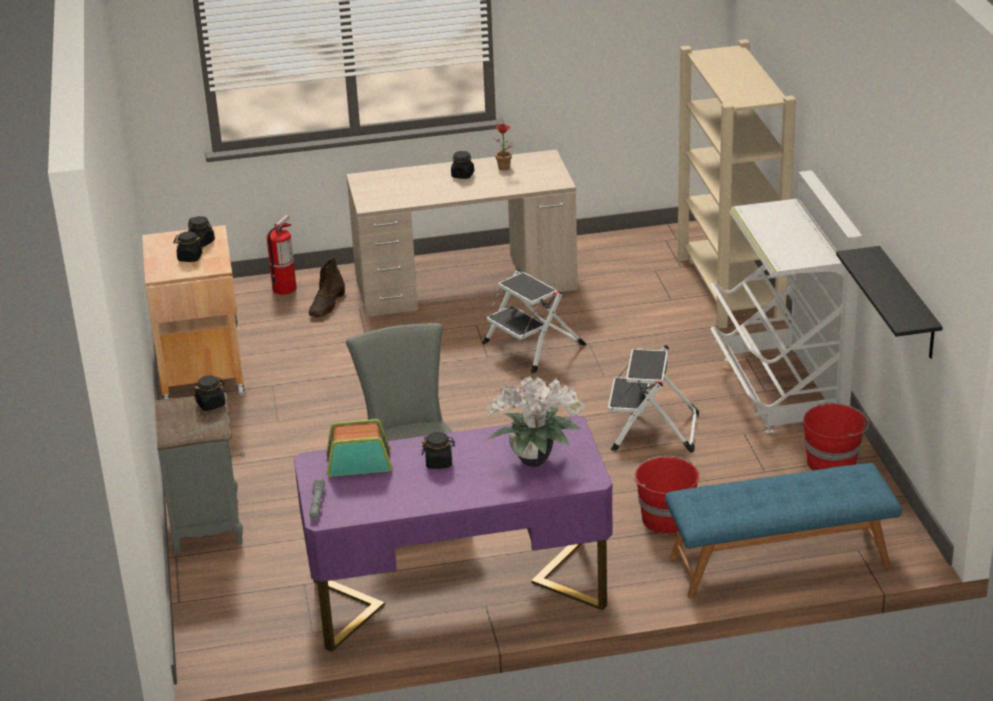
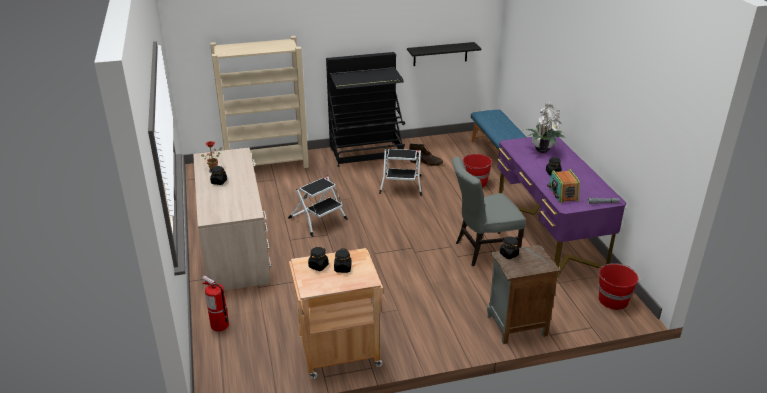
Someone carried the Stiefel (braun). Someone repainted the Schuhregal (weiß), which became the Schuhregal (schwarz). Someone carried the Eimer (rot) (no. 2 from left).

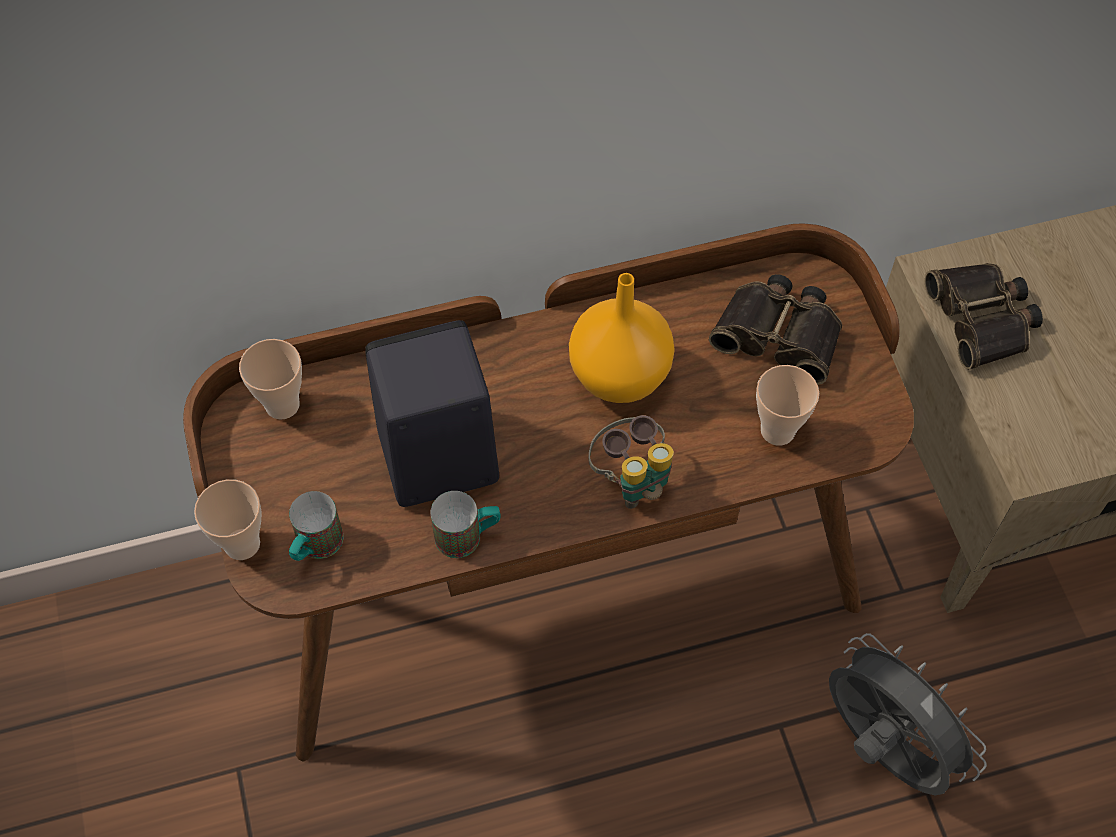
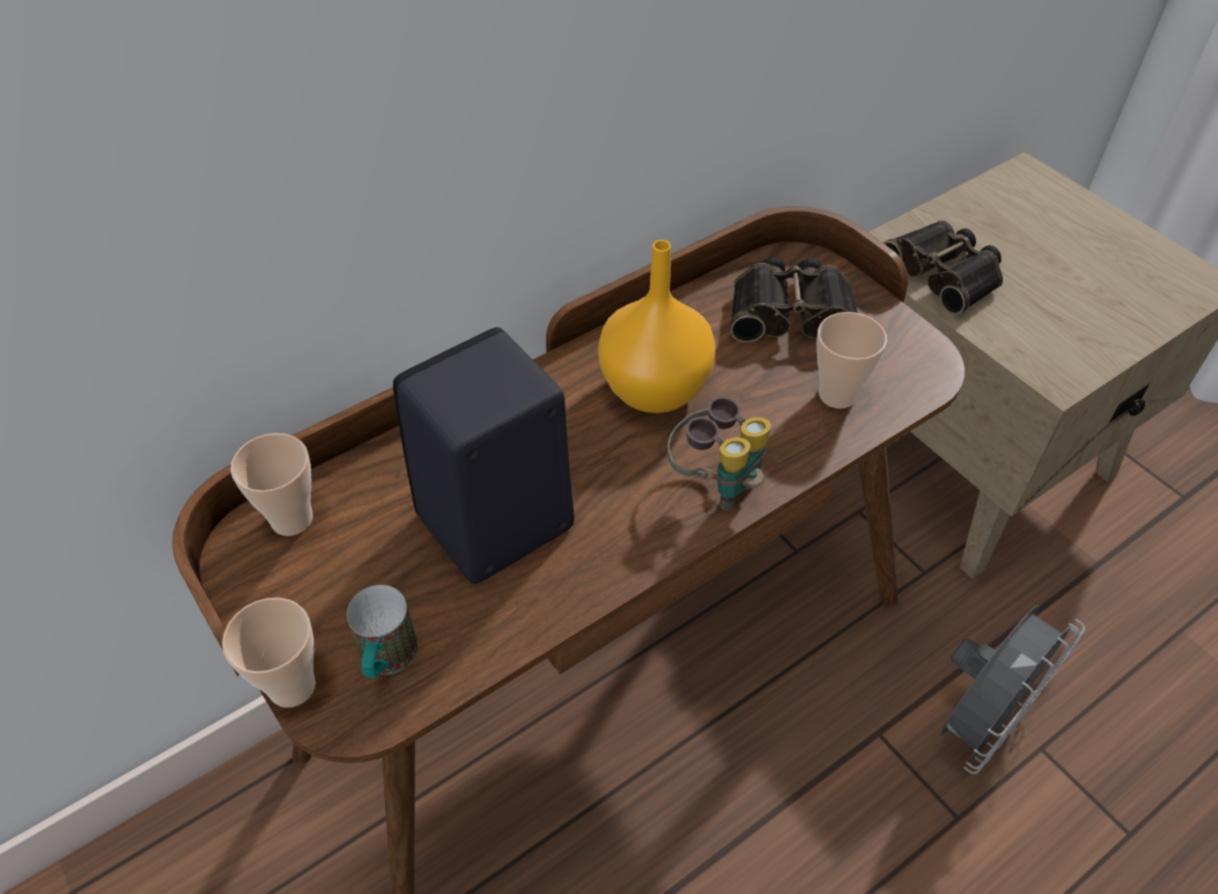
Someone took away the Henkelbecher (no. 2 from left). Someone rotated the Ventilator (grau) by 105 degrees clockwise.

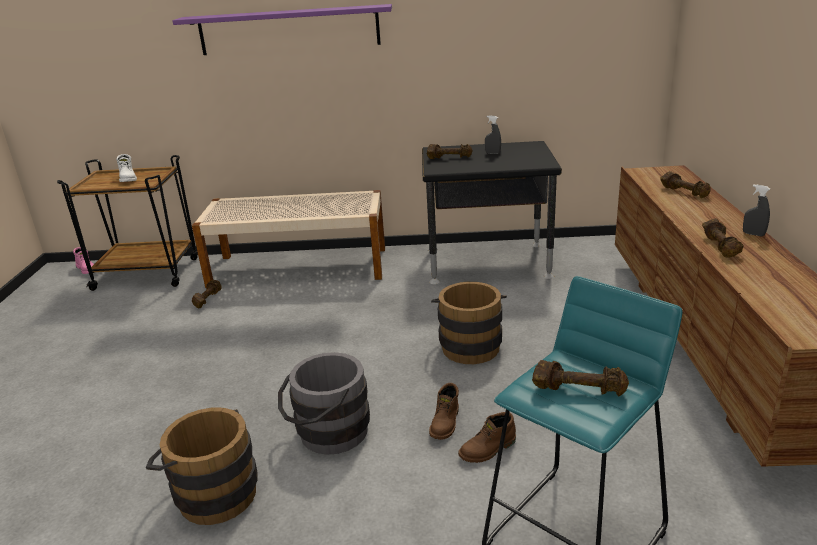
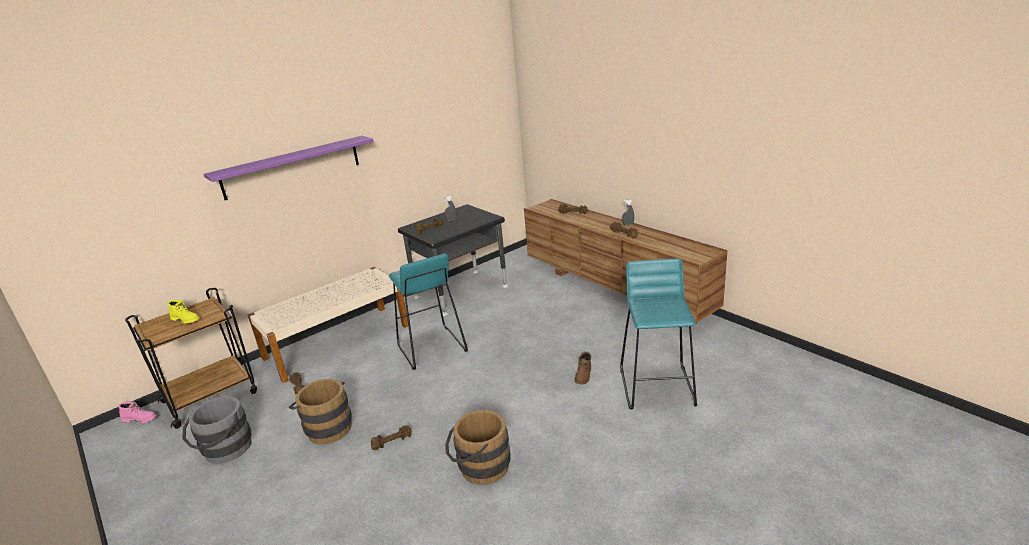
Someone repainted the Stiefel (weiß), which became the Stiefel (gelb). Someone carried the Eimer (grau). Someone took away the Stiefel (braun) (no. 1 from left). Someone carried the Eimer (braun) (no. 2 from left in the first image). Someone carried the Hantel (braun) (no. 3 from left in the first image). Someone put down the Hocker (türkis) (no. 1 from left).

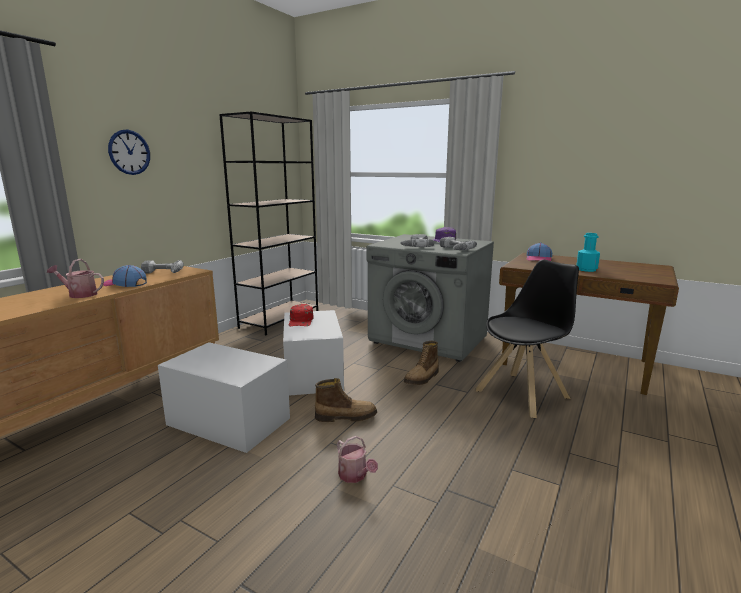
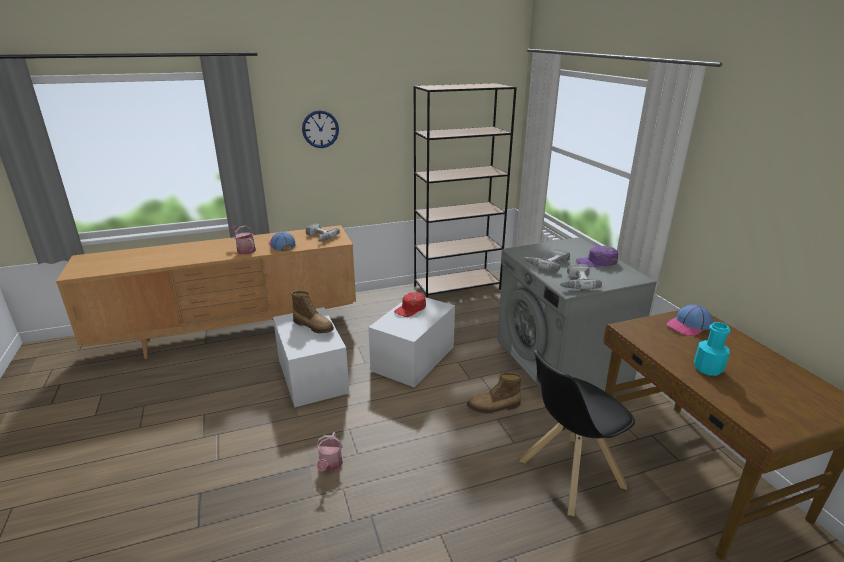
Someone carried the Stiefel (no. 1 from left). Someone rotated the Stuhl (schwarz) by 150 degrees clockwise.

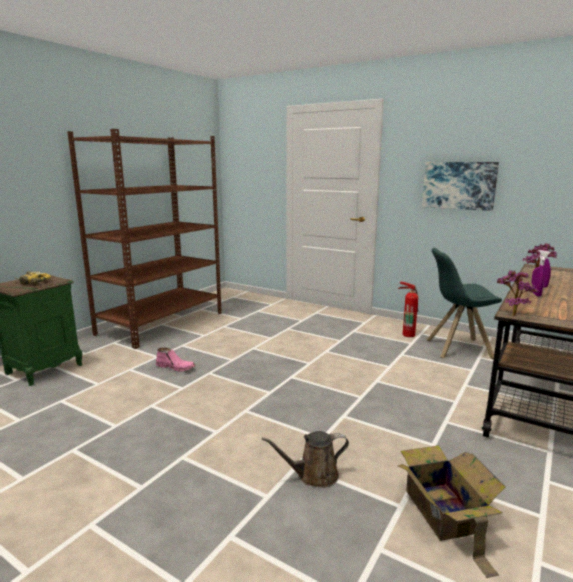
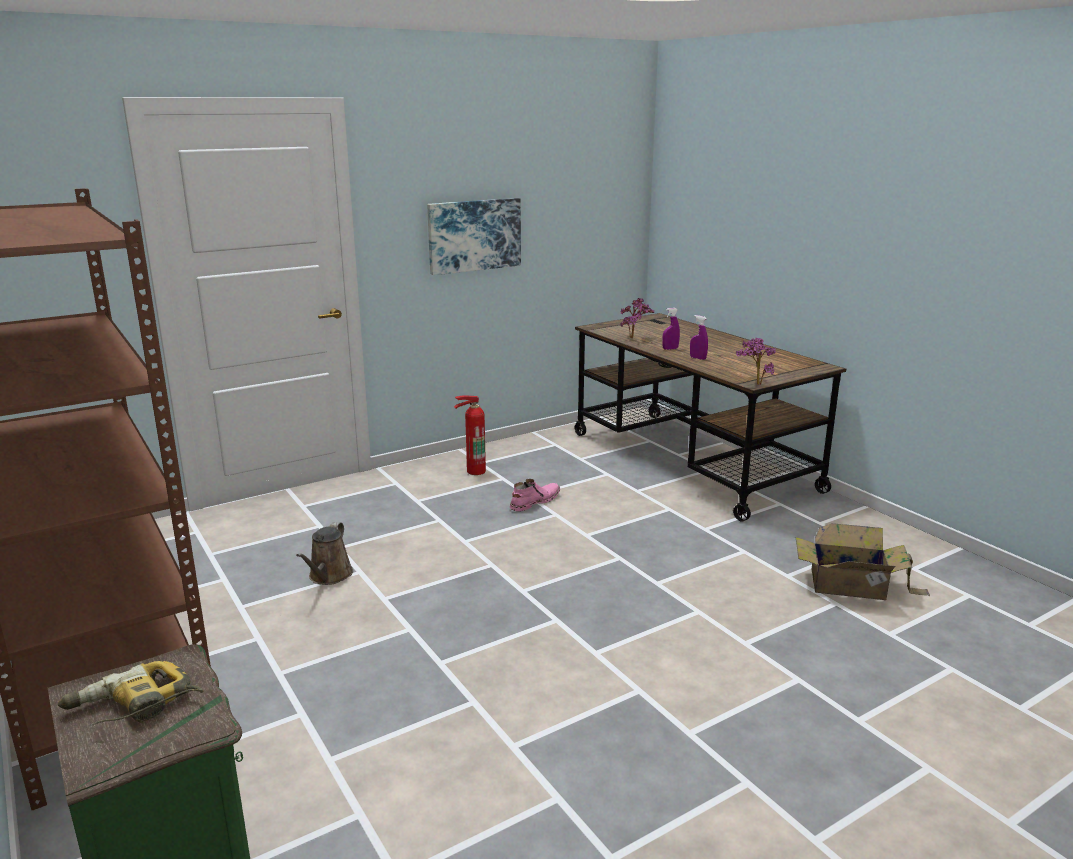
Someone carried the Stiefel (rosa). Someone carried the Gießkanne (braun). Someone took away the Stuhl (türkis).

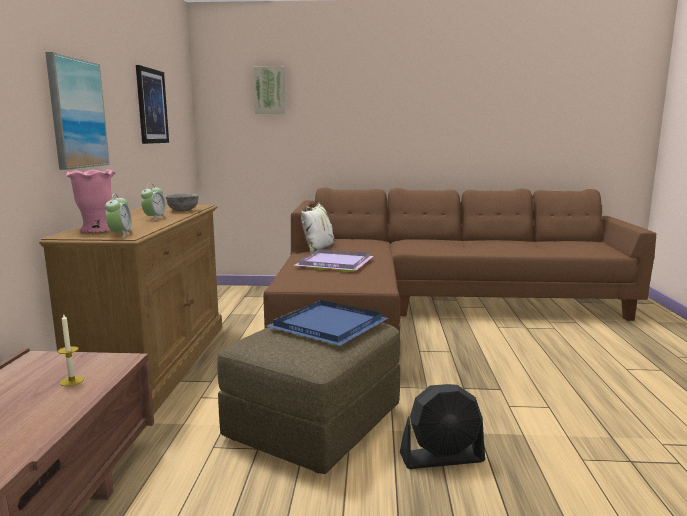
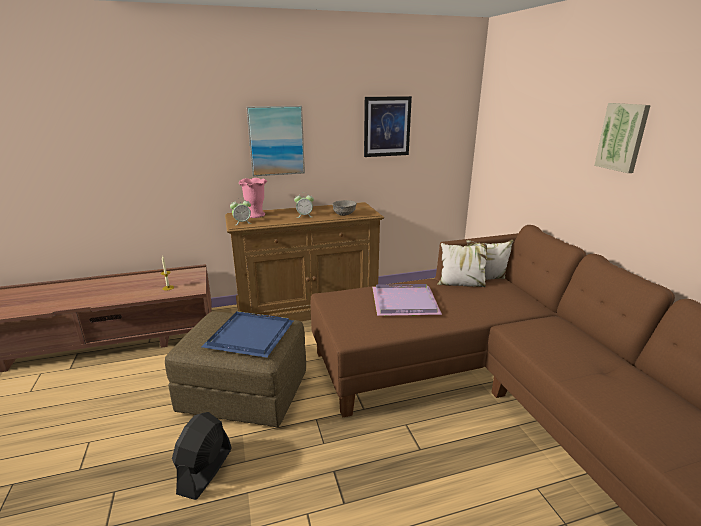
Someone carried the Bild (no. 3 from left). Someone rotated the Ventilator (schwarz) by 45 degrees clockwise.

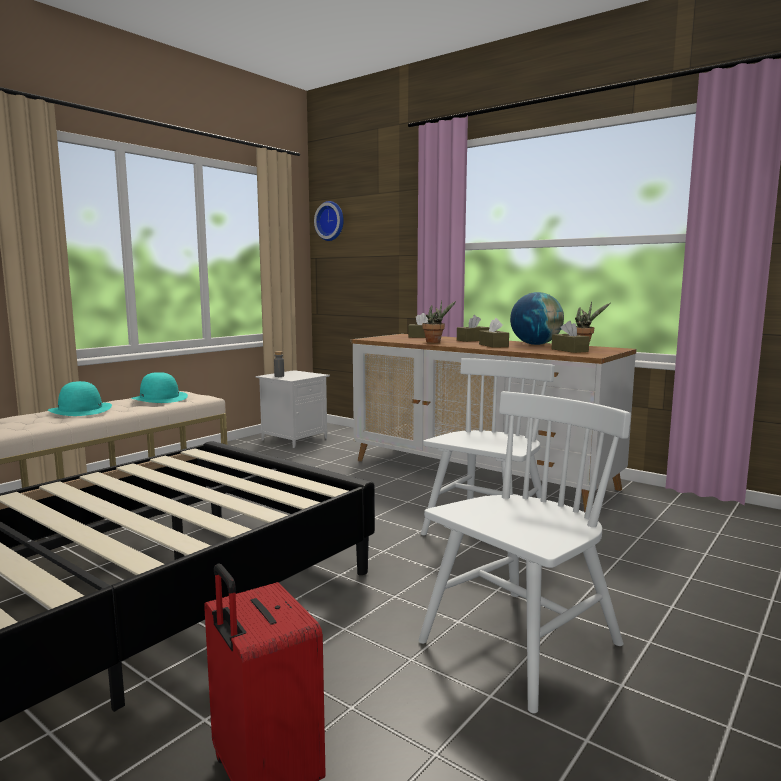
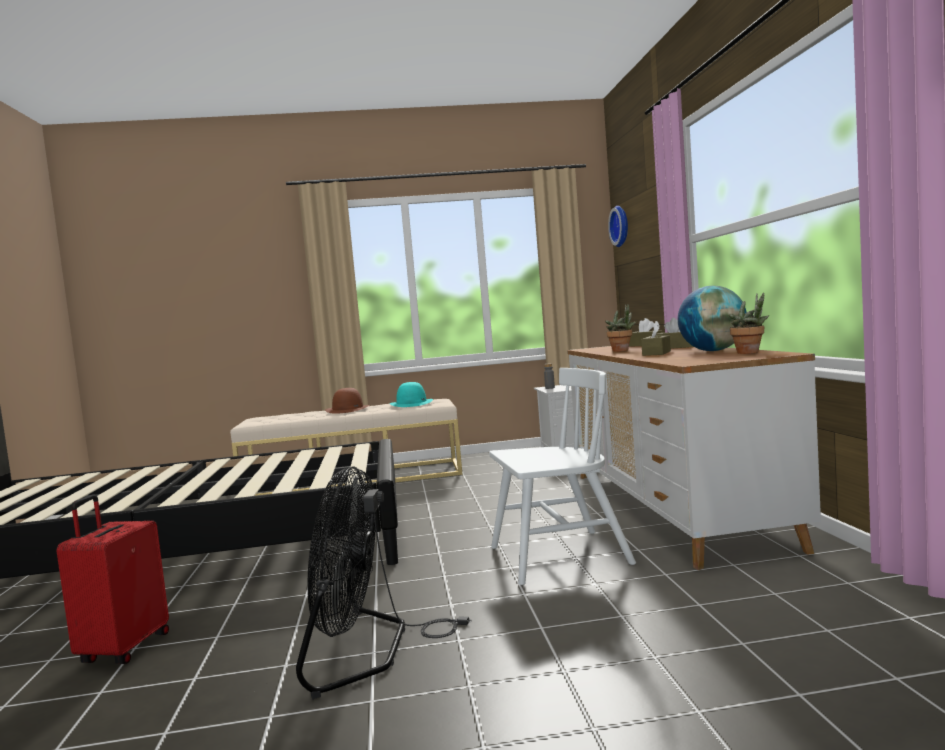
Someone repainted the Hut (türkis) (no. 1 from left), which became the Hut (braun). Someone swapped the Stuhl (weiß) (no. 2 from left) for the Ventilator (schwarz). Someone took away the Taschentuchbox (braun) (no. 4 from left).

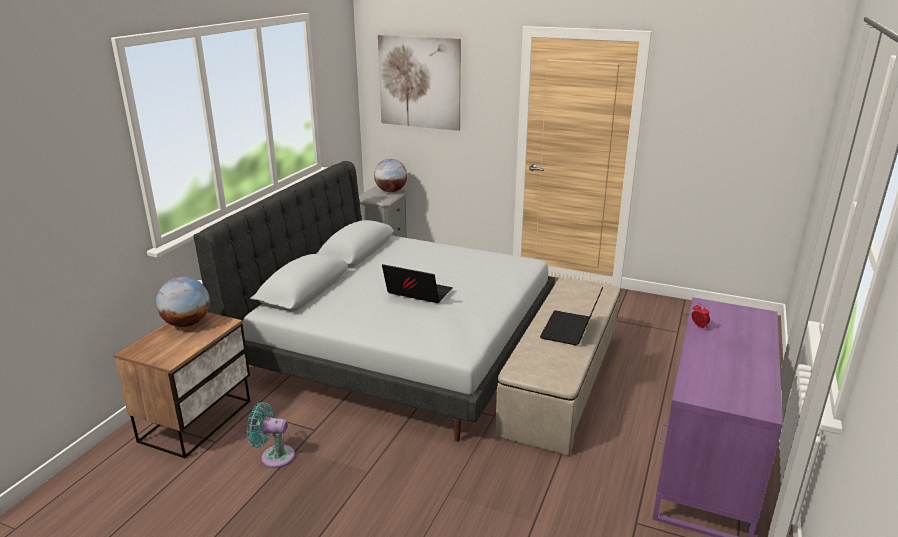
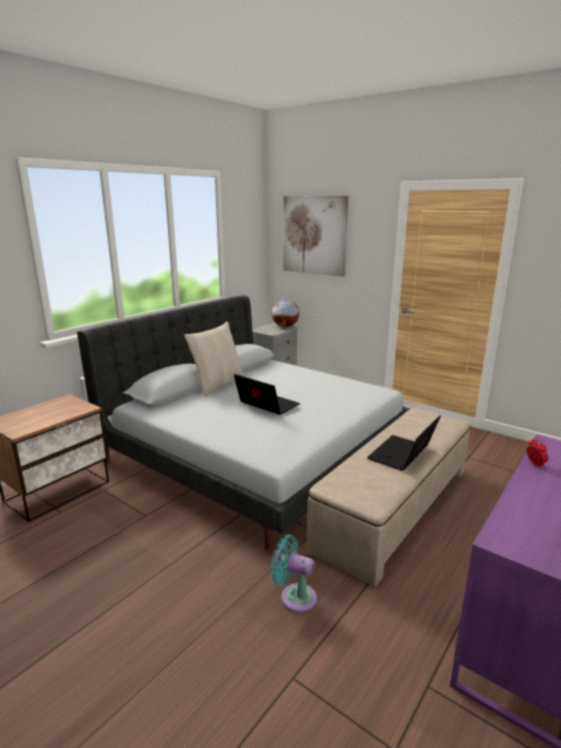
Someone took away the Globus (no. 1 from left). Someone carried the Ventilator (türkis). Someone put down the Kissen (beige).

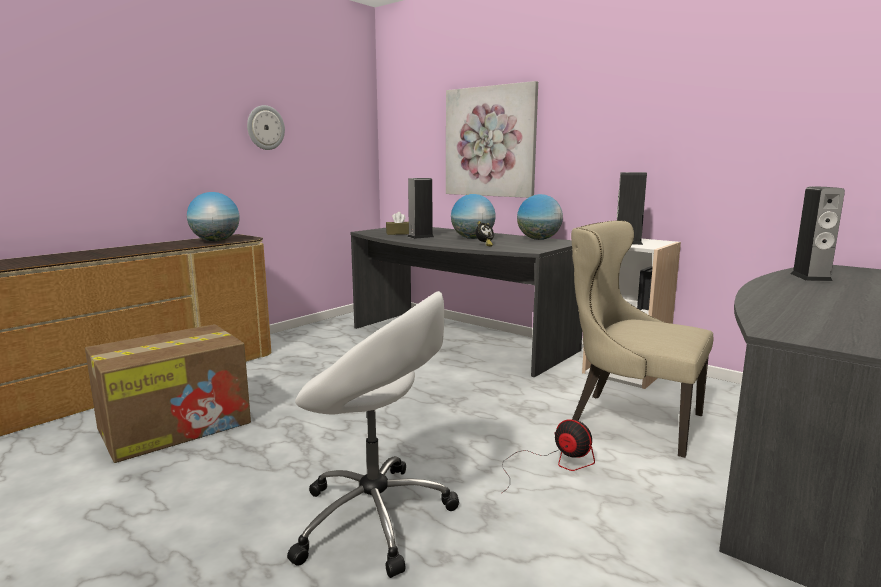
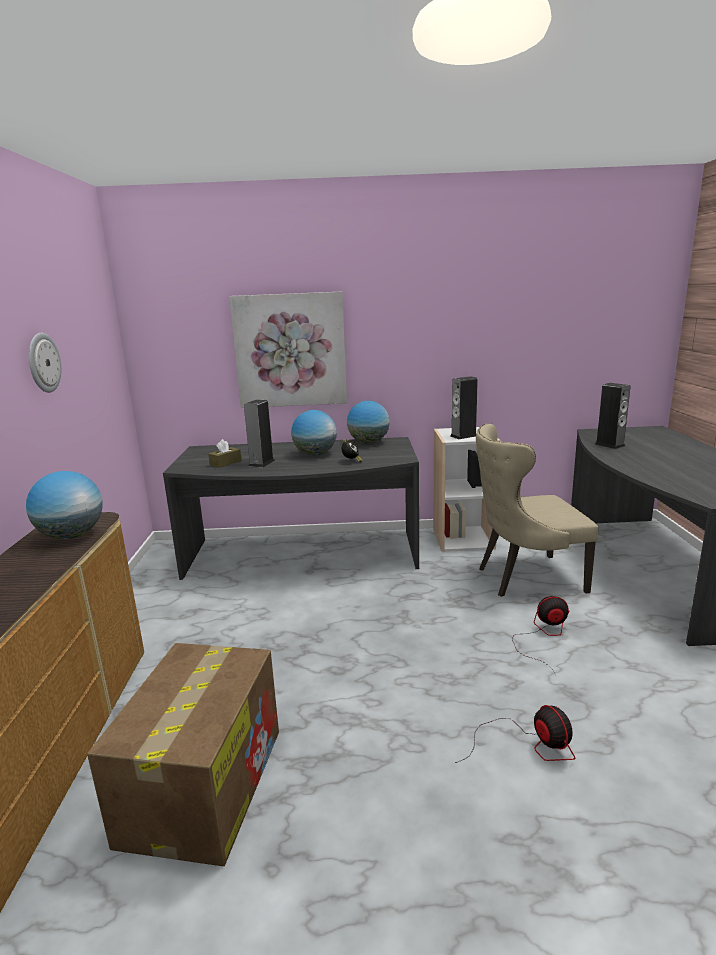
Someone swapped the Bürostuhl (weiß) for the Ventilator (no. 1 from left).

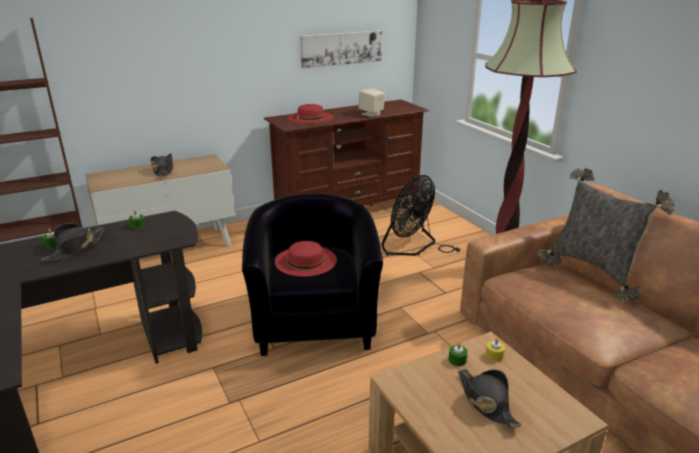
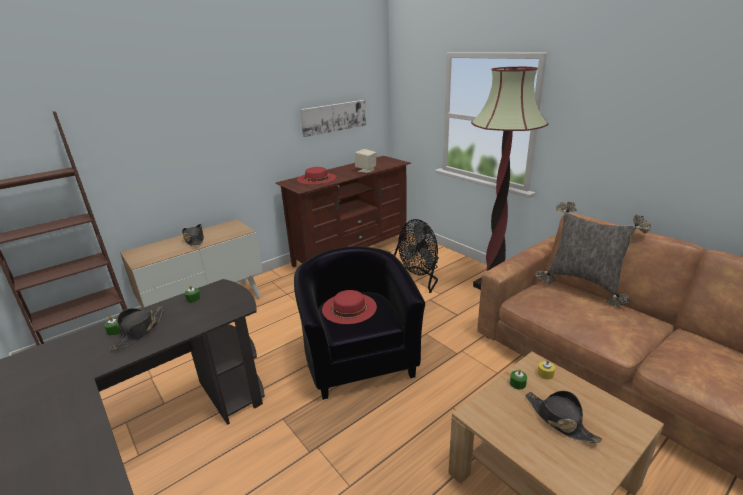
Someone rotated the Ventilator (schwarz) by 60 degrees counterclockwise.

